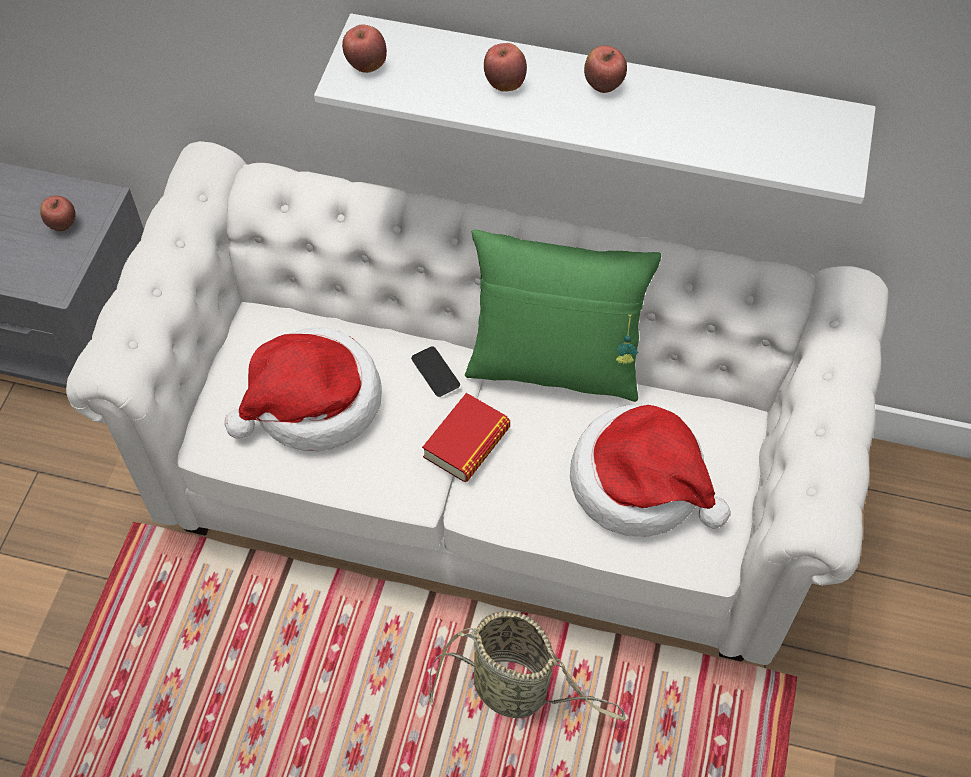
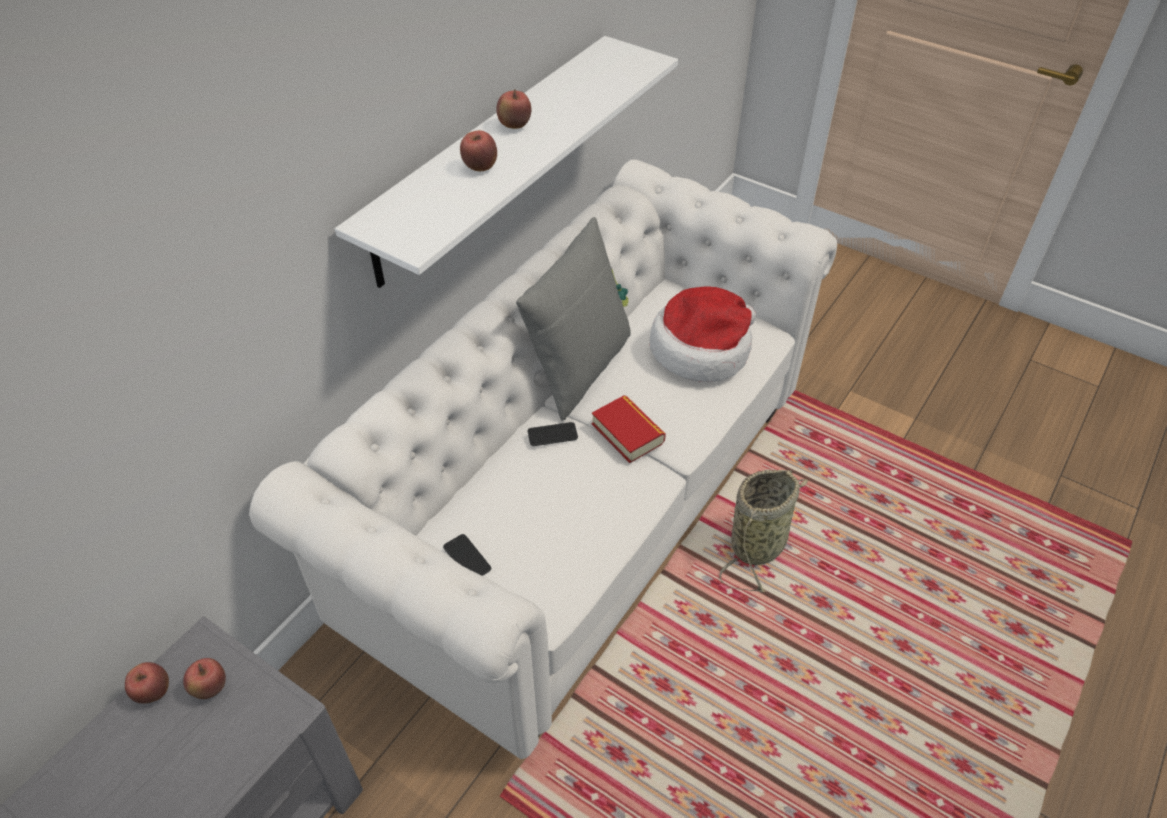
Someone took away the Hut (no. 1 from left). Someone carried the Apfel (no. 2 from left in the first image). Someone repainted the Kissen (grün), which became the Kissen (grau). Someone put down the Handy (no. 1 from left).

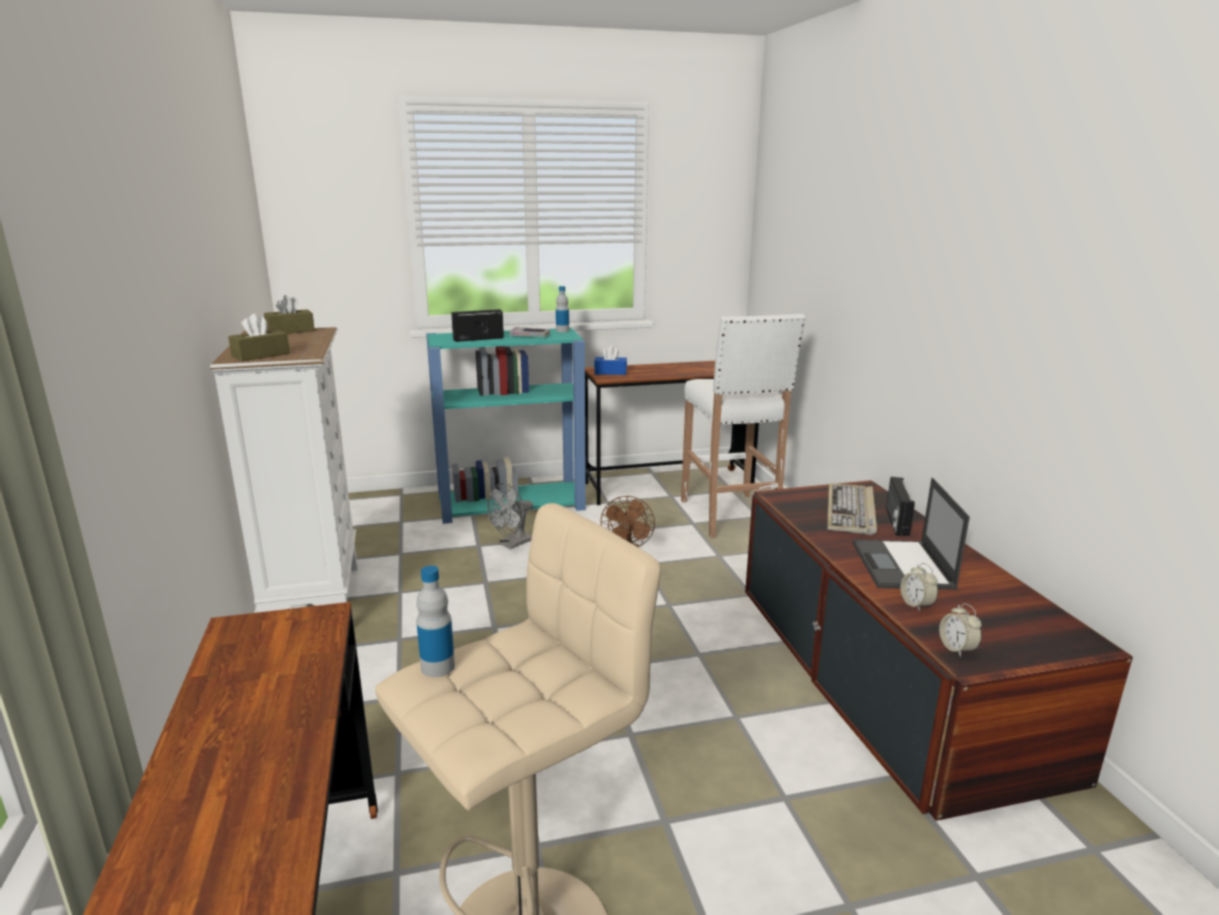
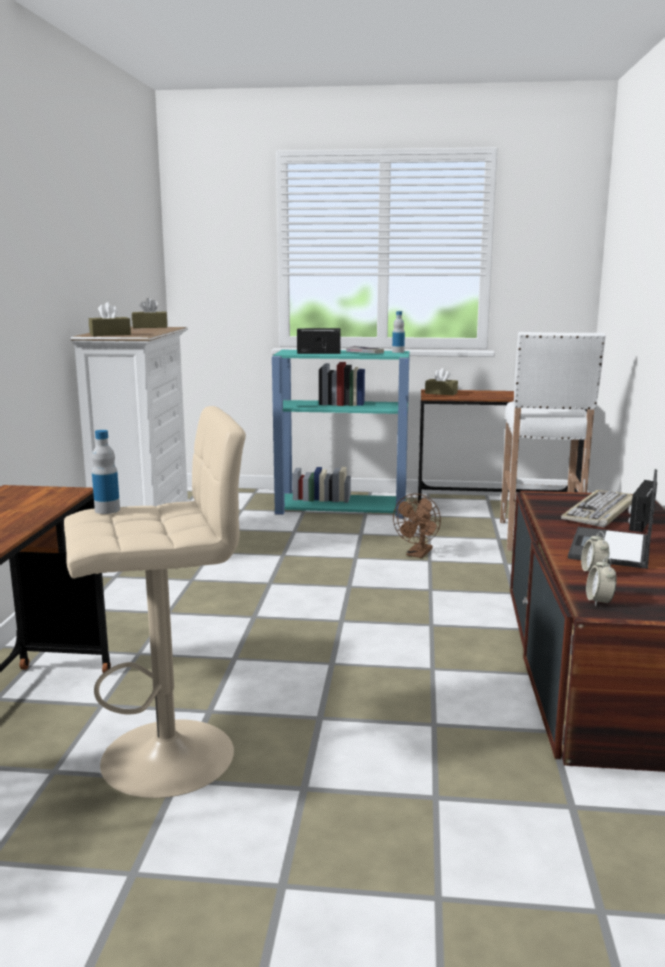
Someone took away the Ventilator (grau). Someone repainted the Taschentuchbox (blau), which became the Taschentuchbox (braun) (no. 3 from left).

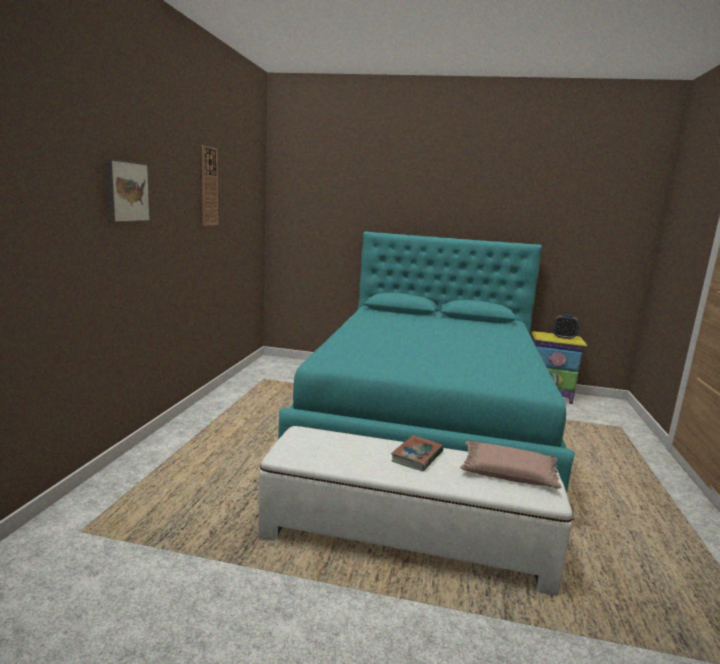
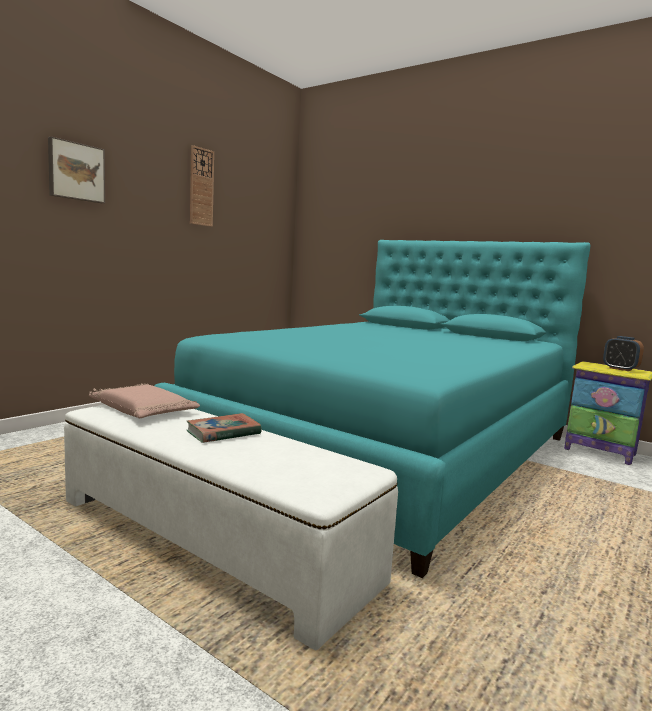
Someone carried the Kissen (beige).

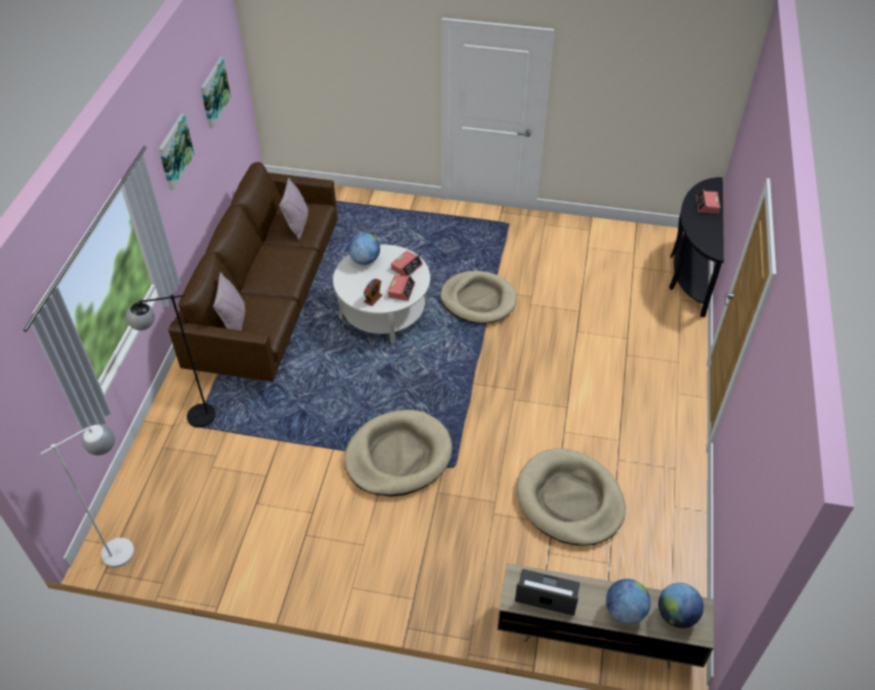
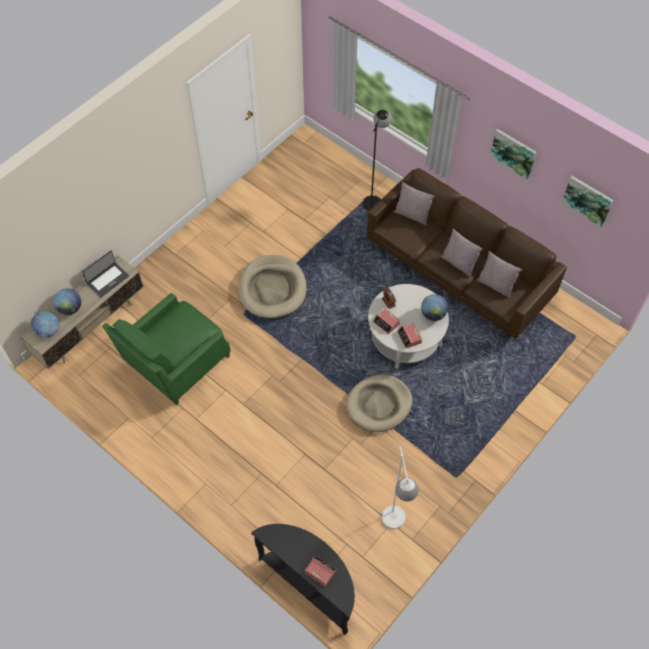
Someone carried the Stehlampe (weiß). Someone swapped the Hundebett (beige) (no. 3 from left) for the Sessel (grün). Someone put down the Kissen (lila) (no. 2 from left).

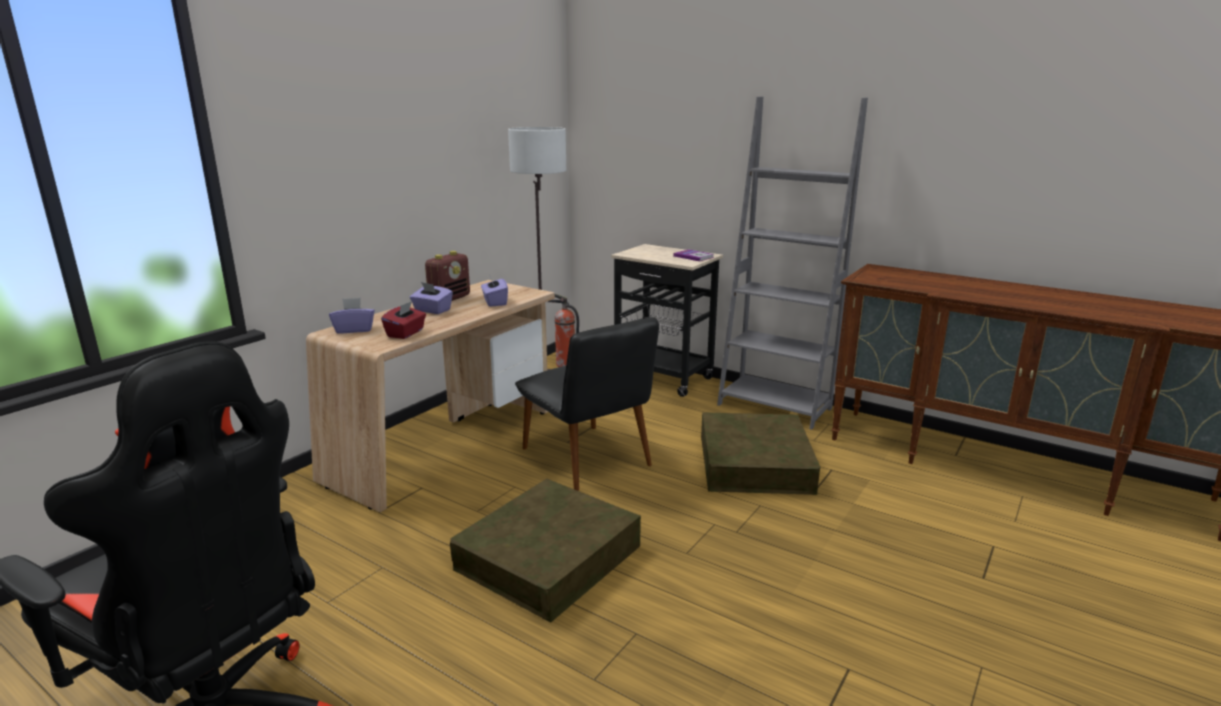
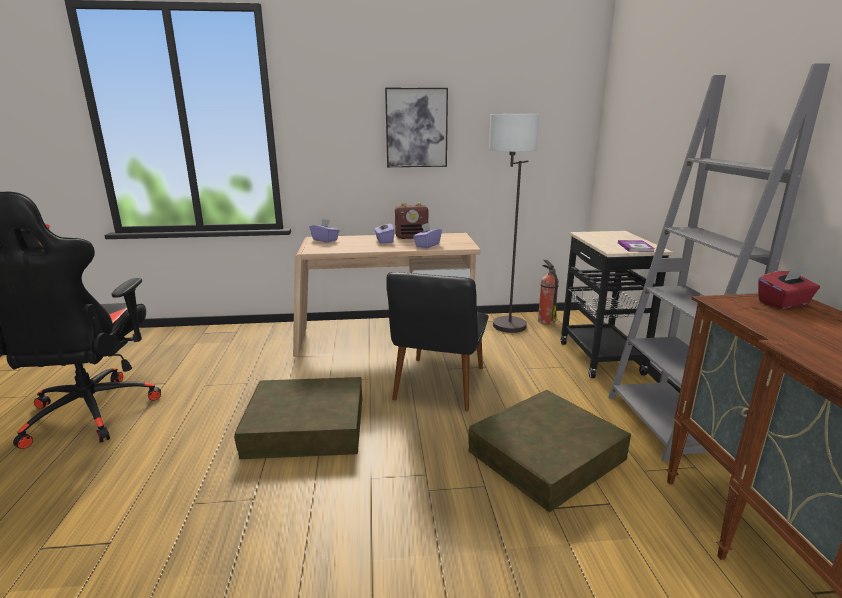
Someone carried the Taschentuchbox (rot). Someone put up the Bild.

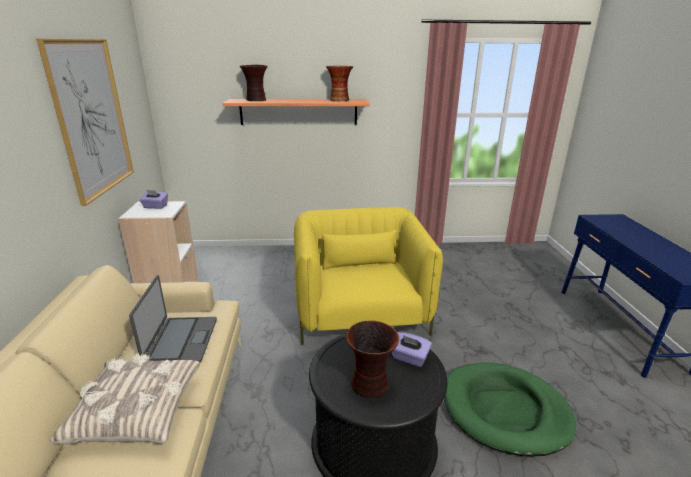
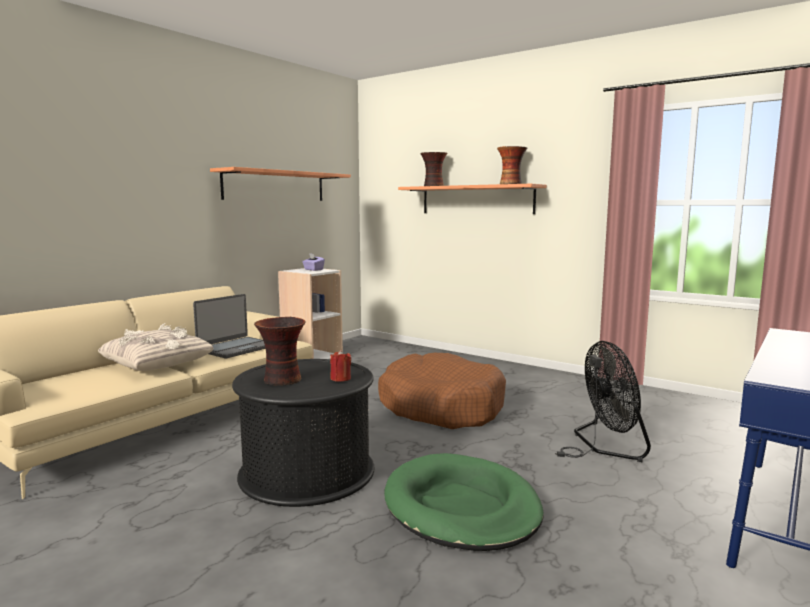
Someone swapped the Bild for the Wandregal (no. 1 from left). Someone swapped the Sessel (gelb) for the Hundebett (braun). Someone swapped the Taschentuchbox (lila) (no. 2 from left) for the Kerze (rot). Someone put down the Ventilator (schwarz).

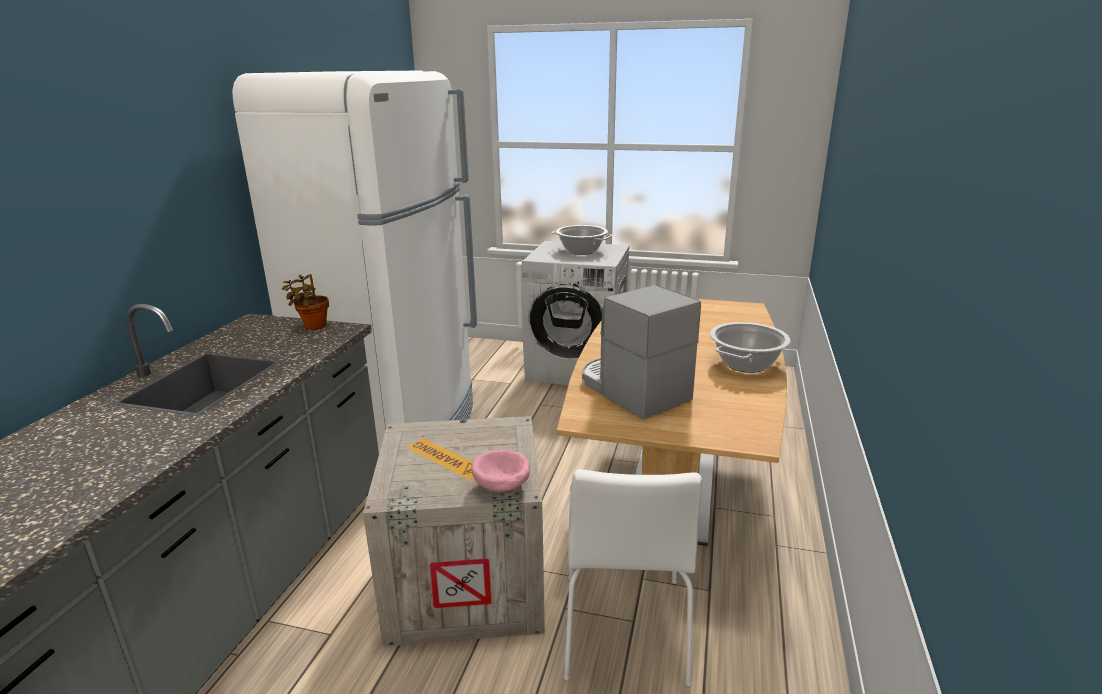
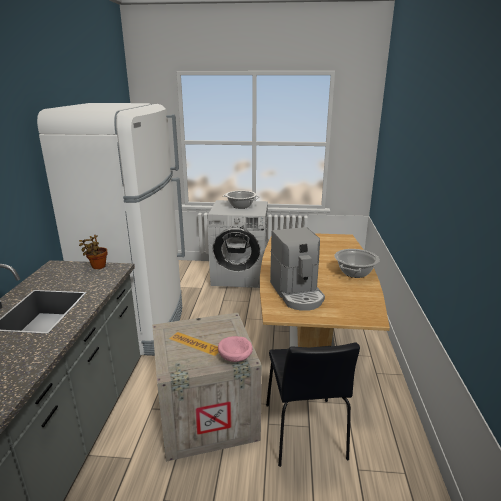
Someone repainted the Stuhl (weiß), which became the Stuhl (schwarz). Someone rotated the Kaffeemaschine by 150 degrees counterclockwise.

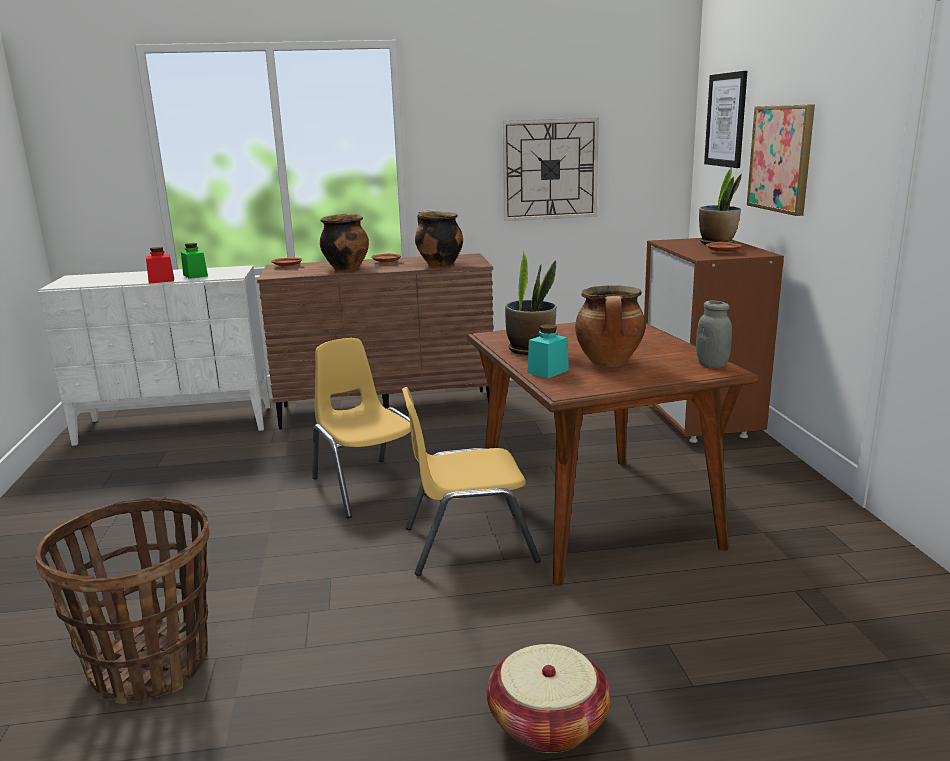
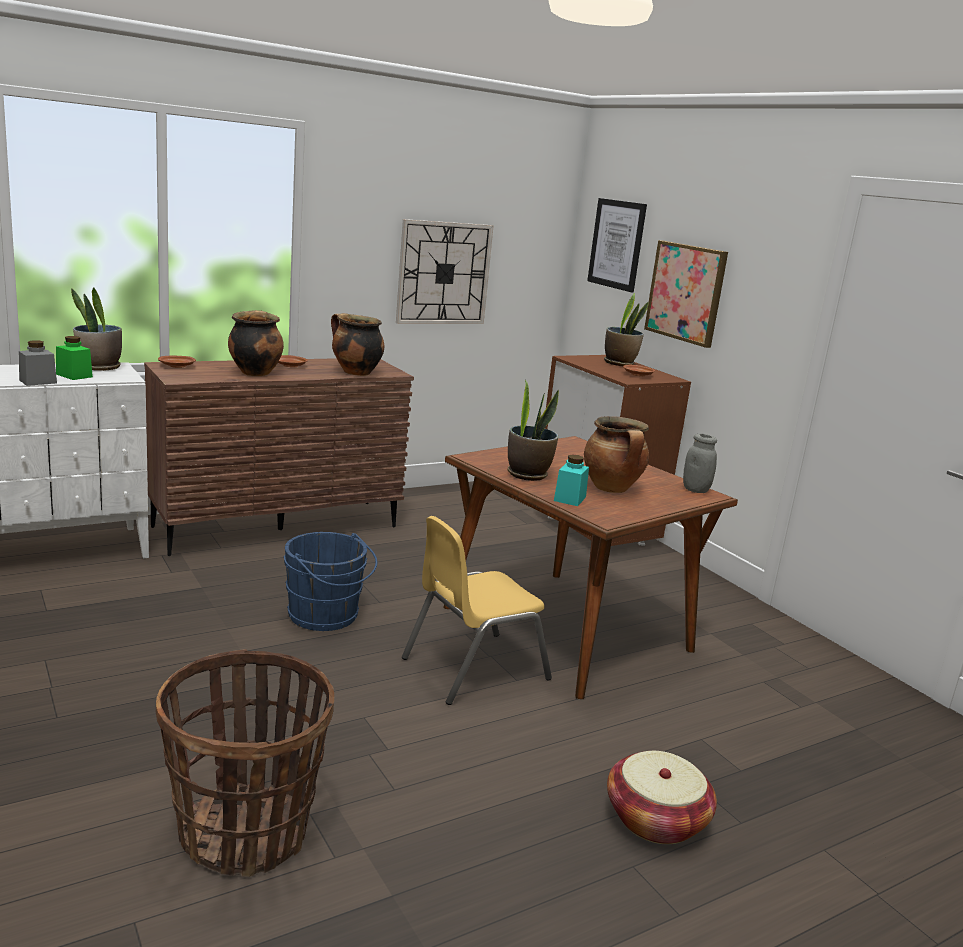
Someone repainted the Vorratsglas (rot), which became the Vorratsglas (grau) (no. 1 from left). Someone swapped the Stuhl (gelb) (no. 1 from left) for the Eimer (blau). Someone put down the Topfpflanze (no. 1 from left).

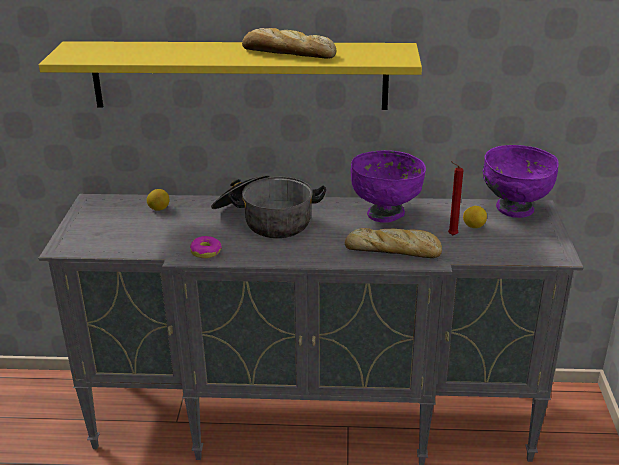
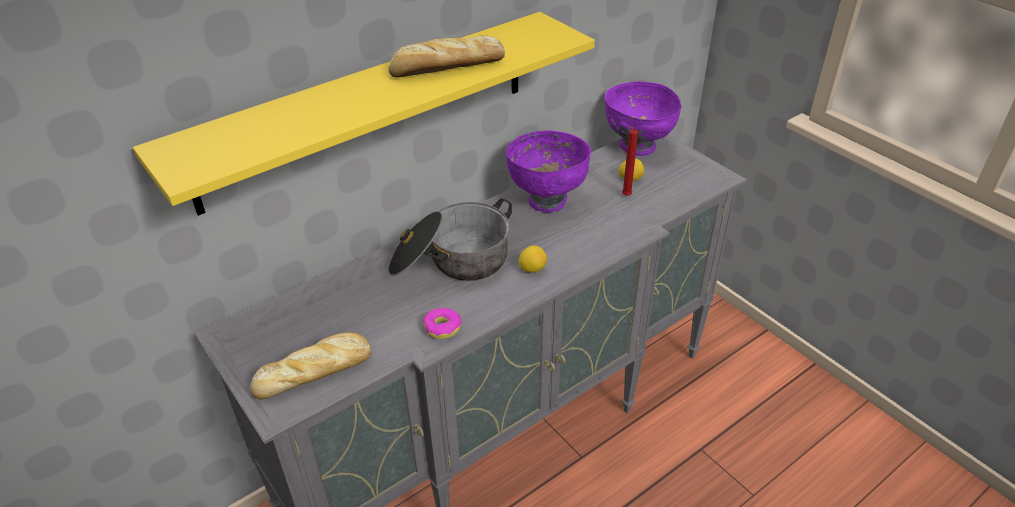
Someone carried the Zitrone (no. 1 from left). Someone carried the Brot (no. 2 from left in the first image).

